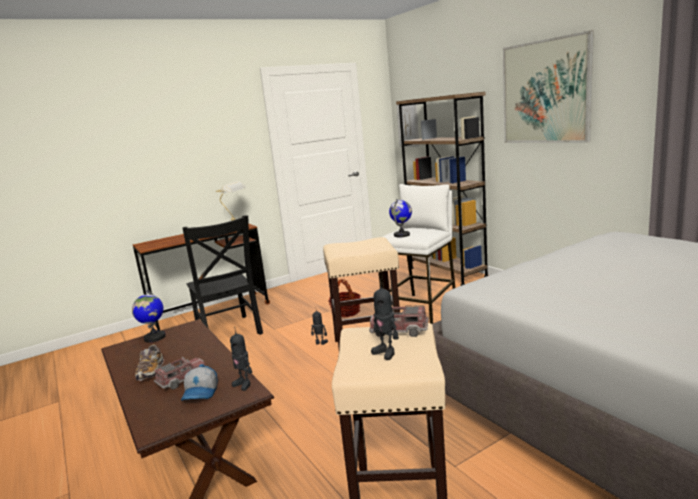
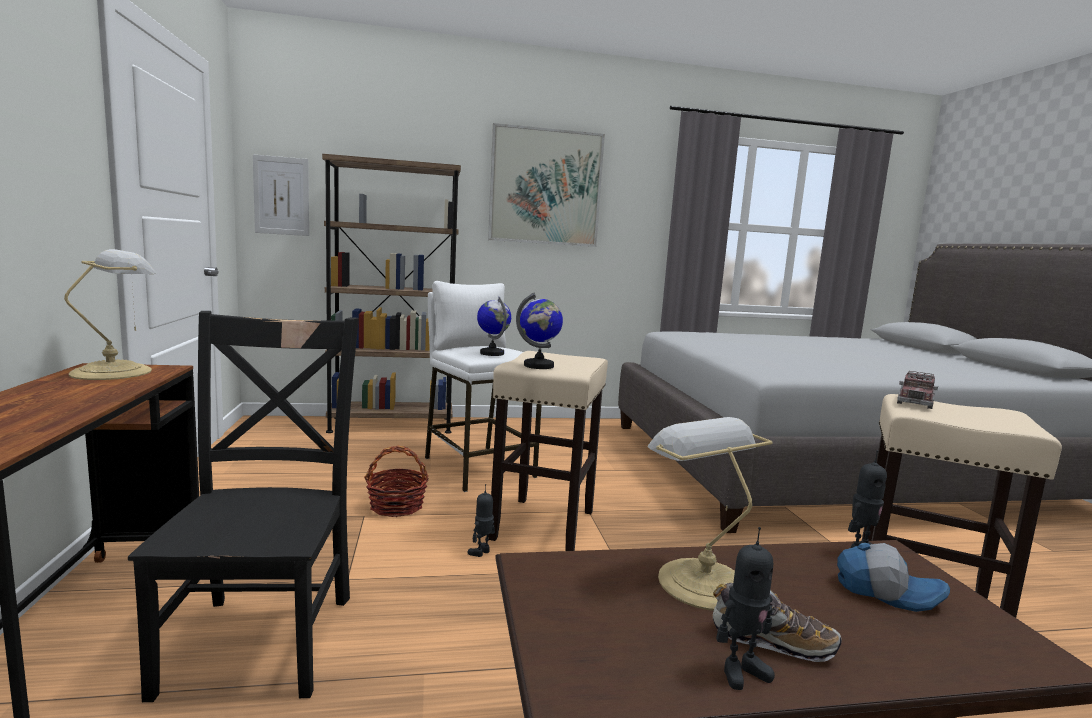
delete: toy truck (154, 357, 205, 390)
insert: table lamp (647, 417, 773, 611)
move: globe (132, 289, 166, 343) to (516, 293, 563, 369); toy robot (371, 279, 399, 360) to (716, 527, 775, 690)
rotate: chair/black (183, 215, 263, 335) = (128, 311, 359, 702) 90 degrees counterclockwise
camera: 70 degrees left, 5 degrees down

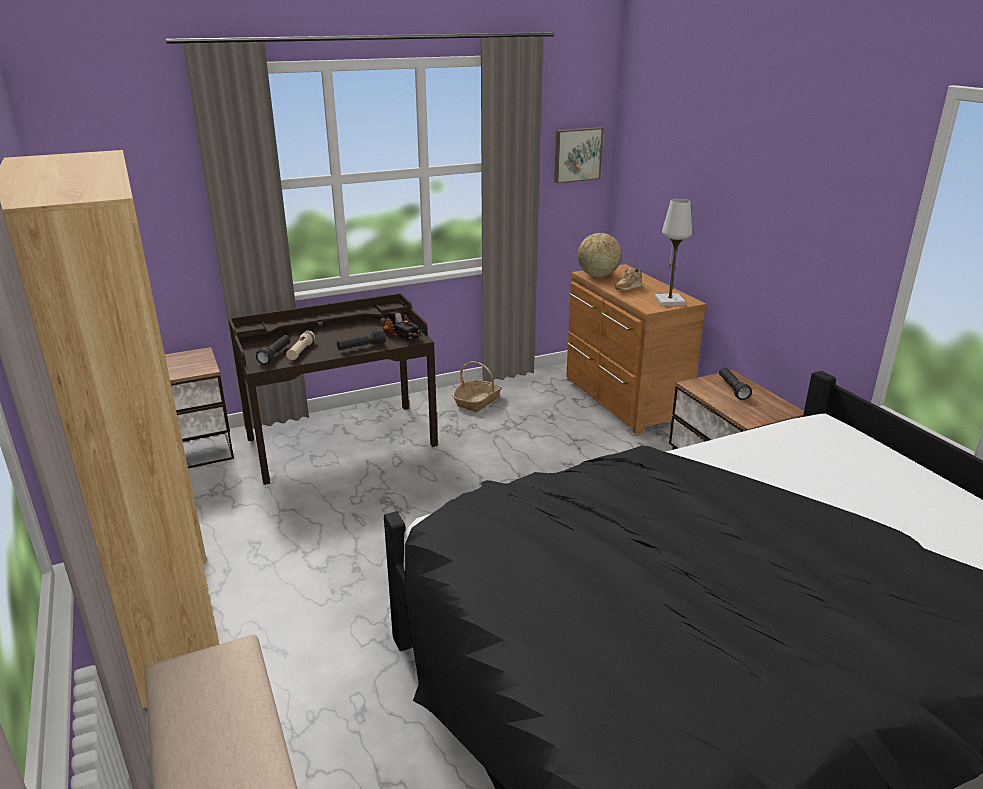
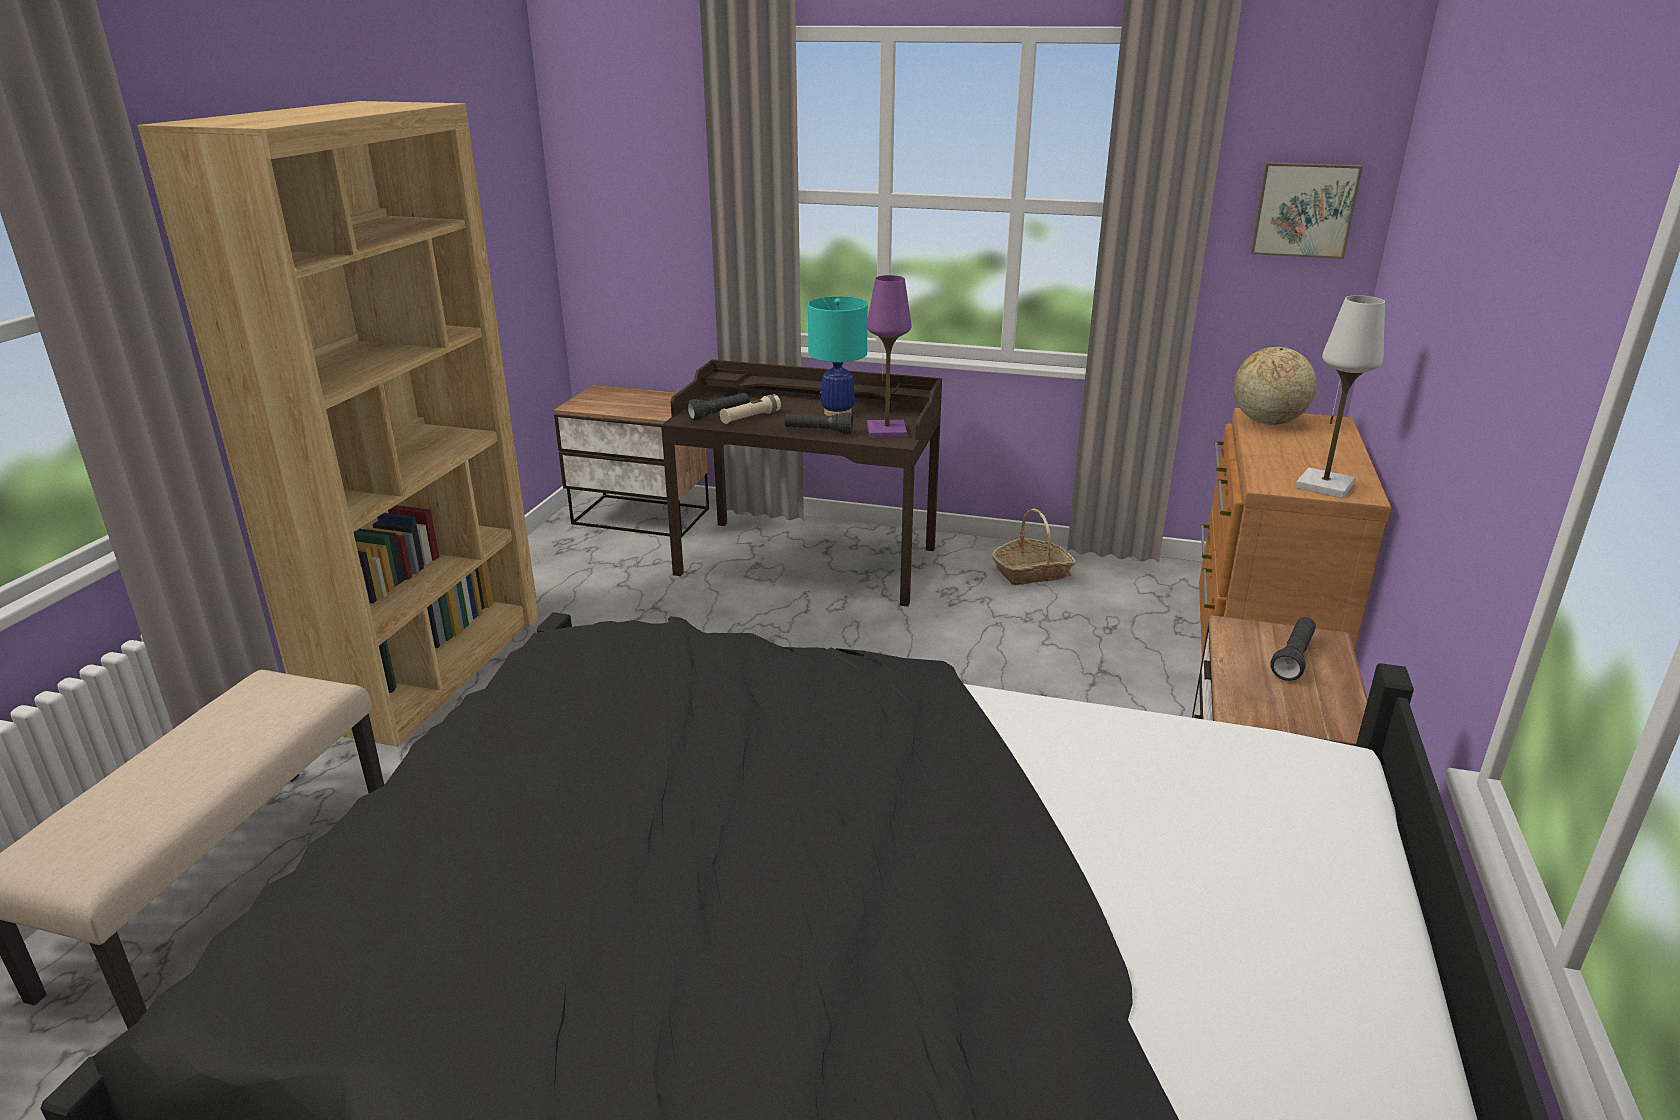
delete: shoe/beige (615, 267, 642, 290)
insert: table lamp/turquoise (808, 297, 868, 416)
replace: toy truck (380, 311, 422, 341) to table lamp/purple (867, 275, 912, 438)
camera: 40 degrees right, 0 degrees up

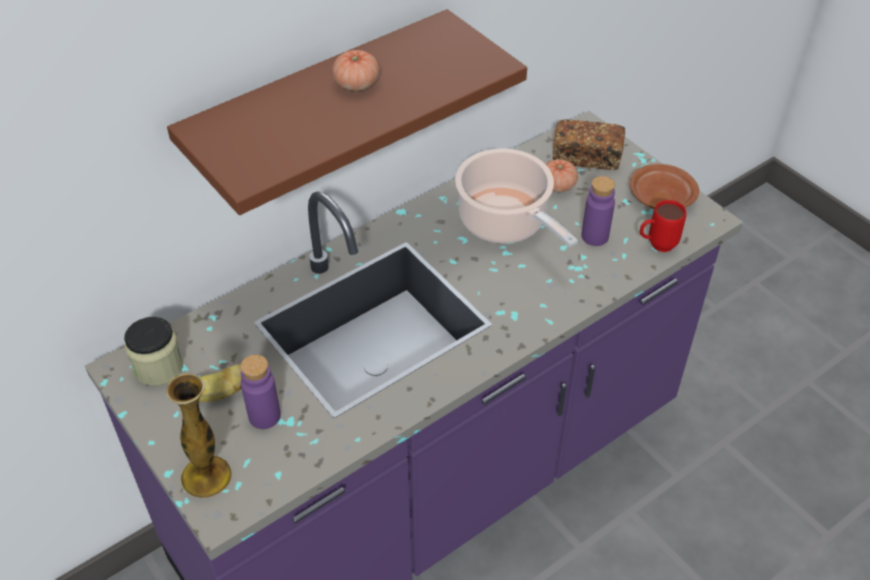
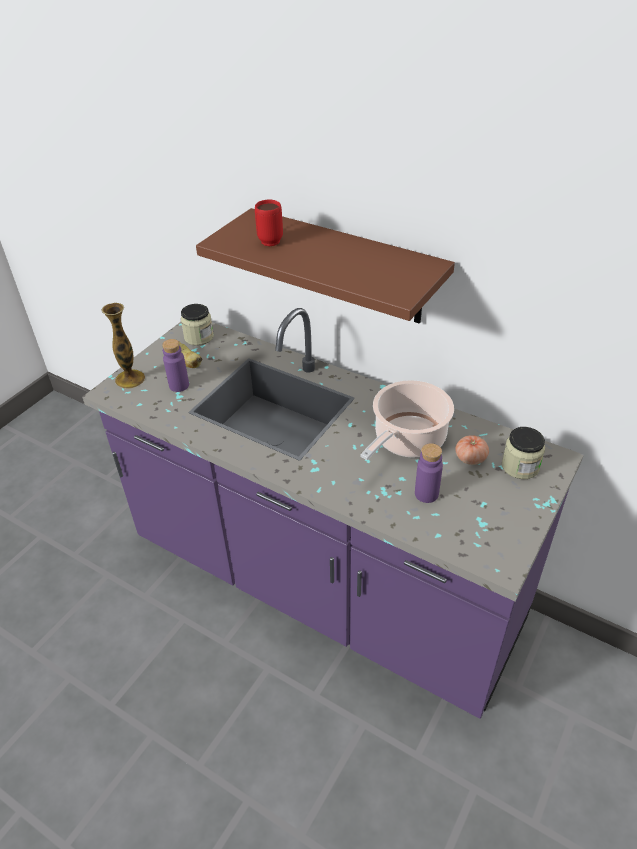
delete: tomato (332, 50, 380, 91); plate/brown (630, 164, 699, 209)
move: mug/red (640, 200, 686, 252) to (255, 200, 283, 246)
replace: bread (553, 119, 625, 170) to jar (502, 427, 545, 479)
camera: 70 degrees right, 5 degrees down

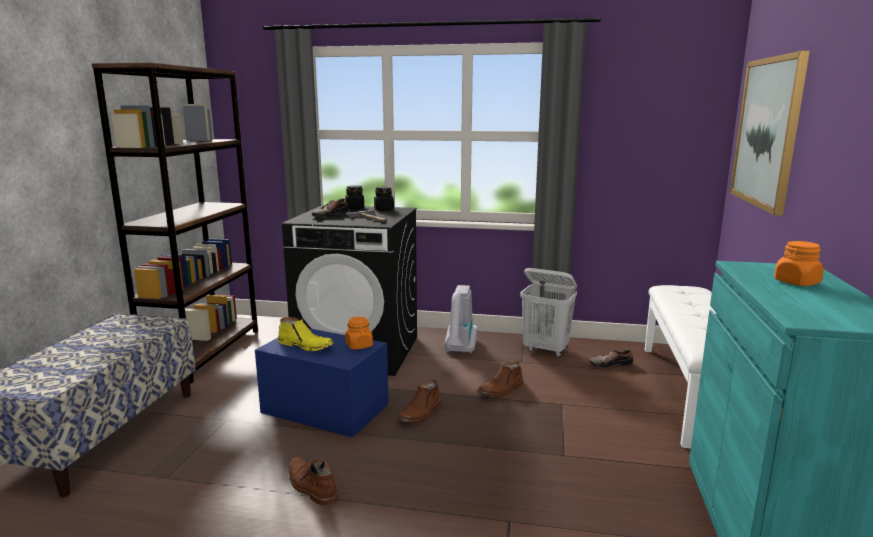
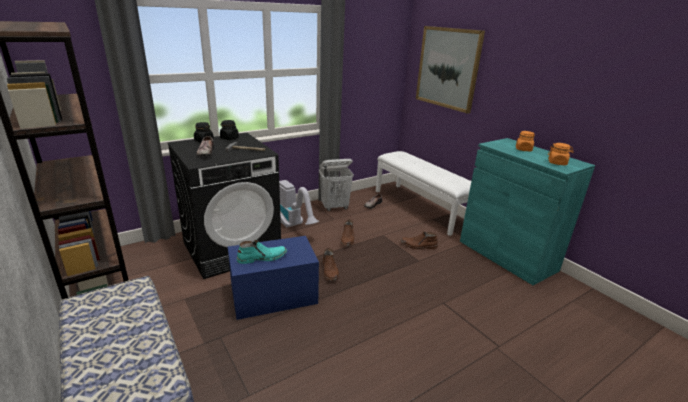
move: boot/brown (288, 457, 338, 506) to (401, 231, 438, 249); jar/orange (345, 317, 373, 350) to (548, 143, 574, 165)
recolor: boot/yellow (278, 317, 334, 351) to boot/turquoise (237, 240, 287, 264)
camera: 45 degrees left, 10 degrees up

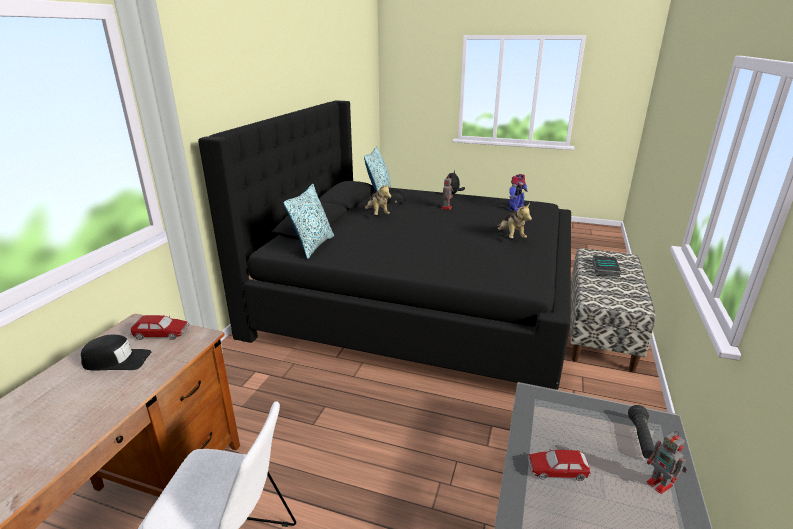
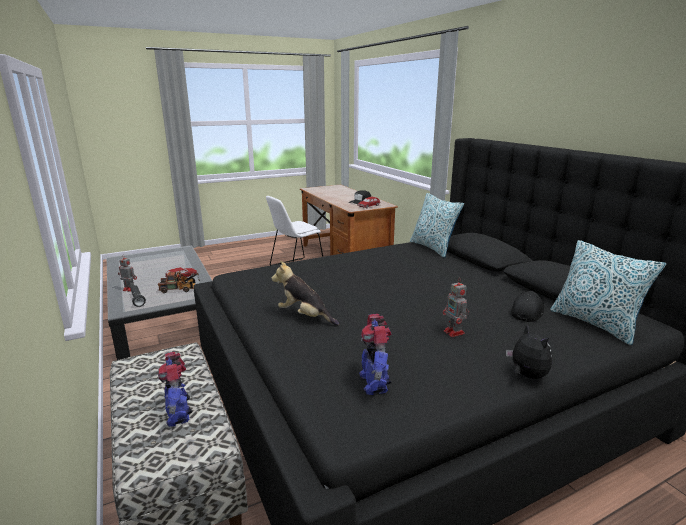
delete: plush toy (365, 182, 391, 215)
insert: toy truck (158, 271, 200, 293)
replace: book (592, 255, 621, 277) to toy robot (158, 352, 192, 427)
camera: 135 degrees right, 5 degrees down

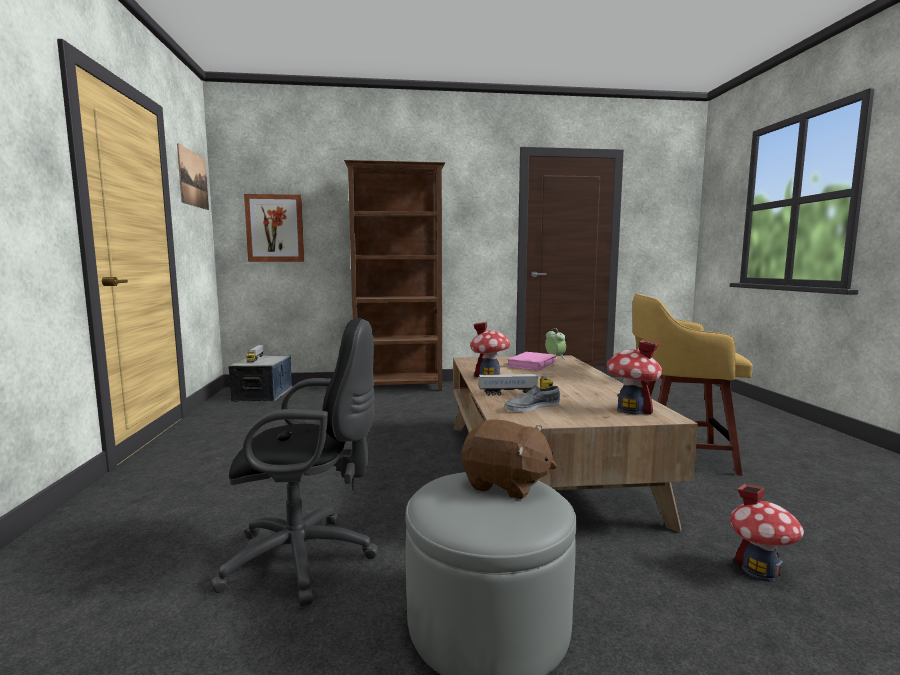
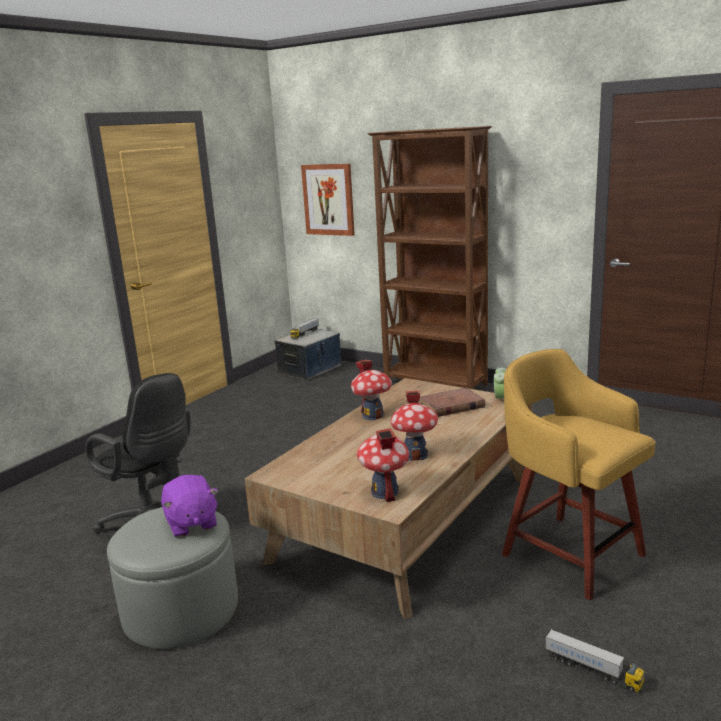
delete: picture (177, 143, 209, 210); shoe/grey (505, 385, 560, 412)
move: toy truck (479, 374, 554, 396) to (545, 629, 645, 693); toy house (730, 484, 804, 582) to (391, 391, 438, 461)
recolor: plush toy/brown (462, 420, 557, 499) to plush toy/purple (161, 475, 218, 537); book/pink (506, 352, 557, 371) to book/brown (418, 387, 485, 417)
camera: 40 degrees right, 10 degrees up

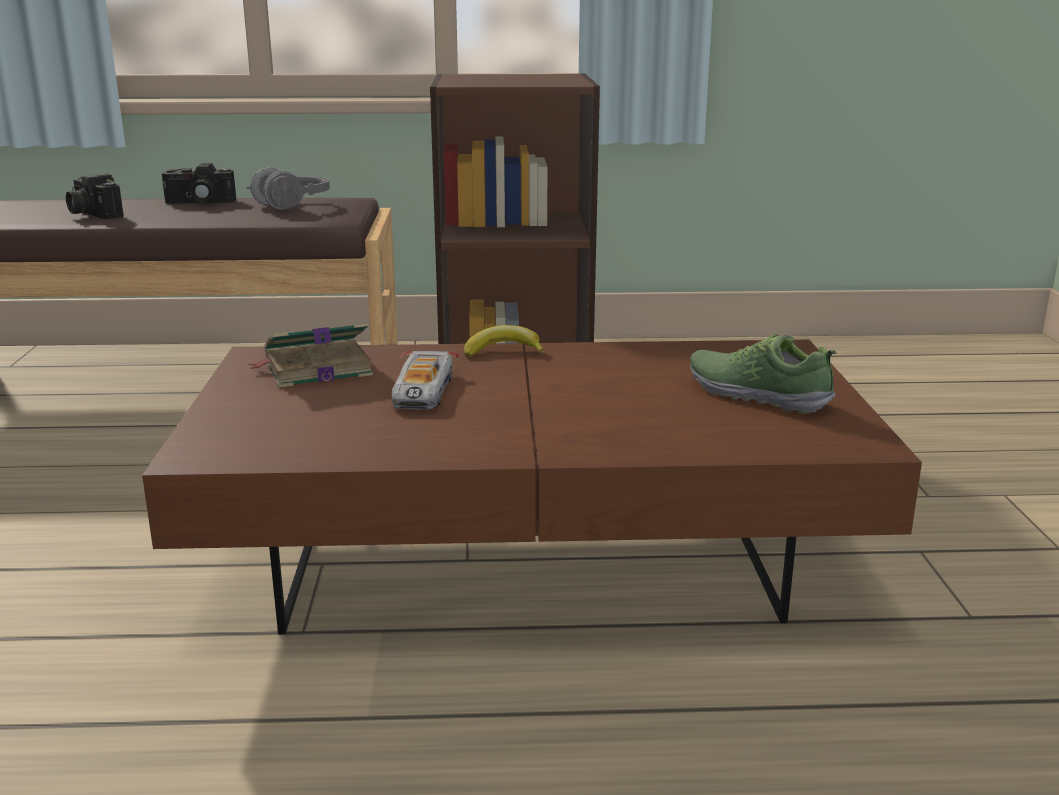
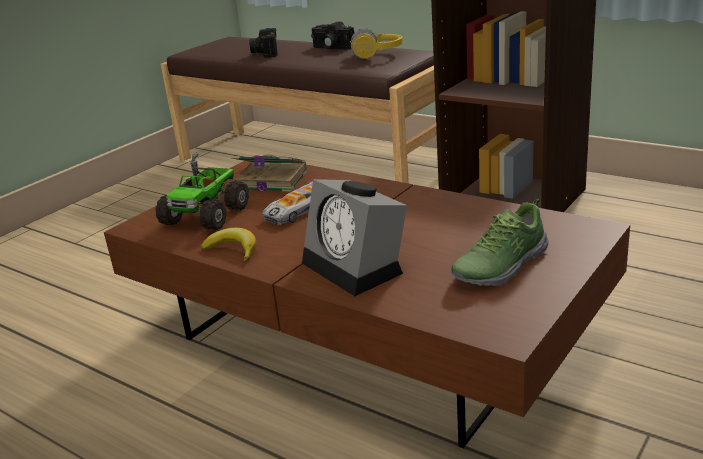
insert: toy truck (155, 153, 249, 230); alarm clock (302, 179, 407, 296)
move: banana (464, 325, 545, 357) to (201, 228, 257, 261)
recolor: headphones/grey (246, 167, 330, 210) to headphones/yellow (350, 28, 403, 59)
rotate: shoe (690, 333, 837, 414) = (451, 199, 549, 286) 120 degrees counterclockwise
camera: 40 degrees right, 5 degrees up

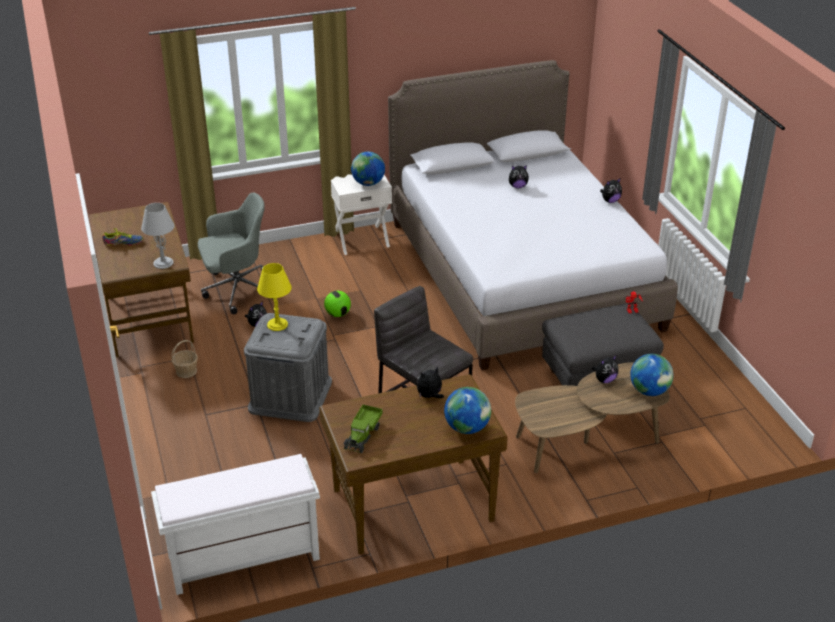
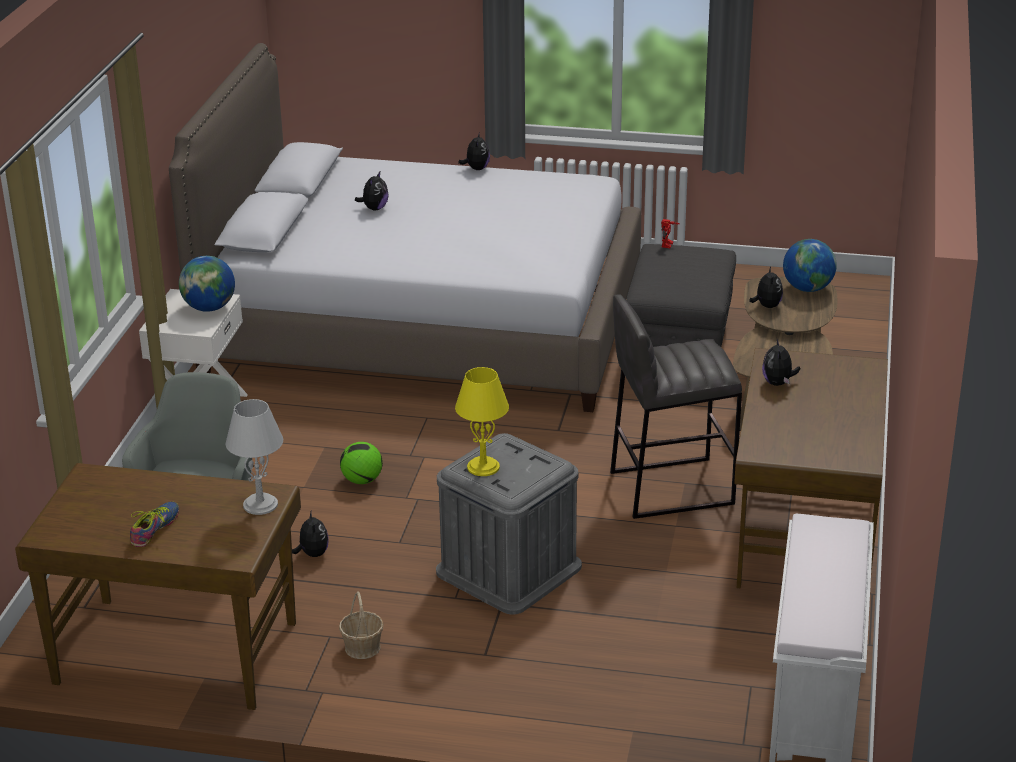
delete: toy truck (344, 405, 383, 453); globe (444, 387, 491, 434)
camera: 60 degrees left, 5 degrees down

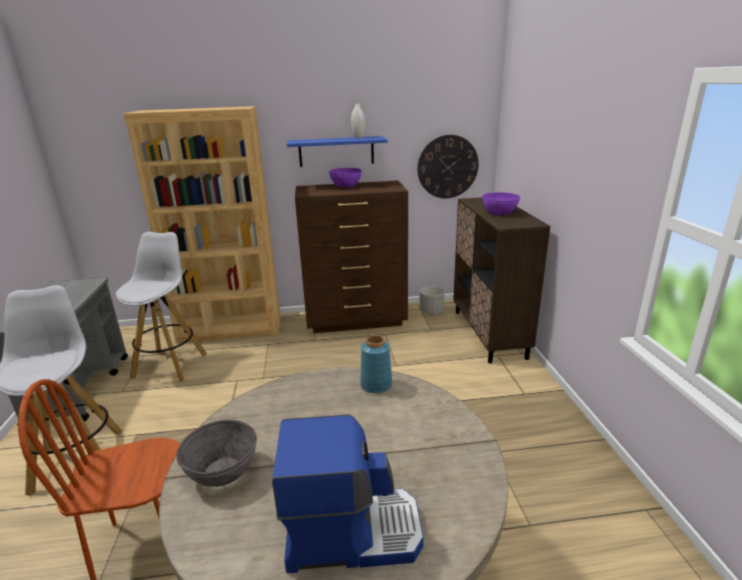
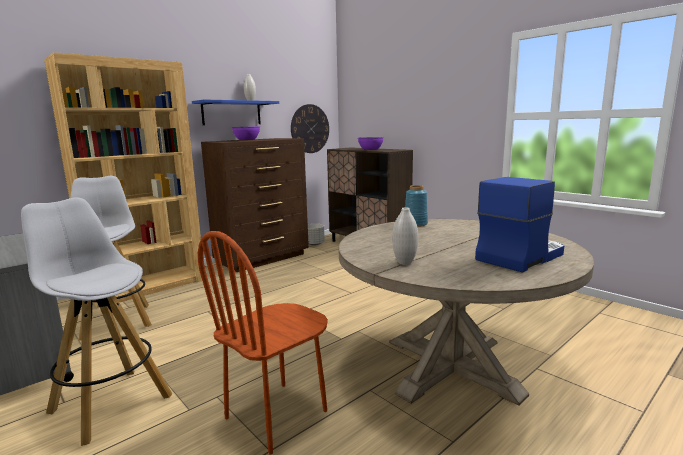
replace: bowl/grey (176, 420, 257, 487) to vase/white (392, 208, 418, 265)
camera: 35 degrees left, 10 degrees down

